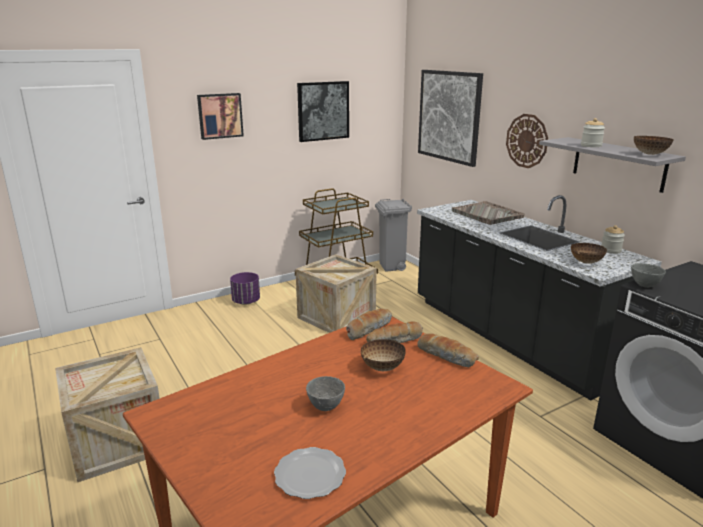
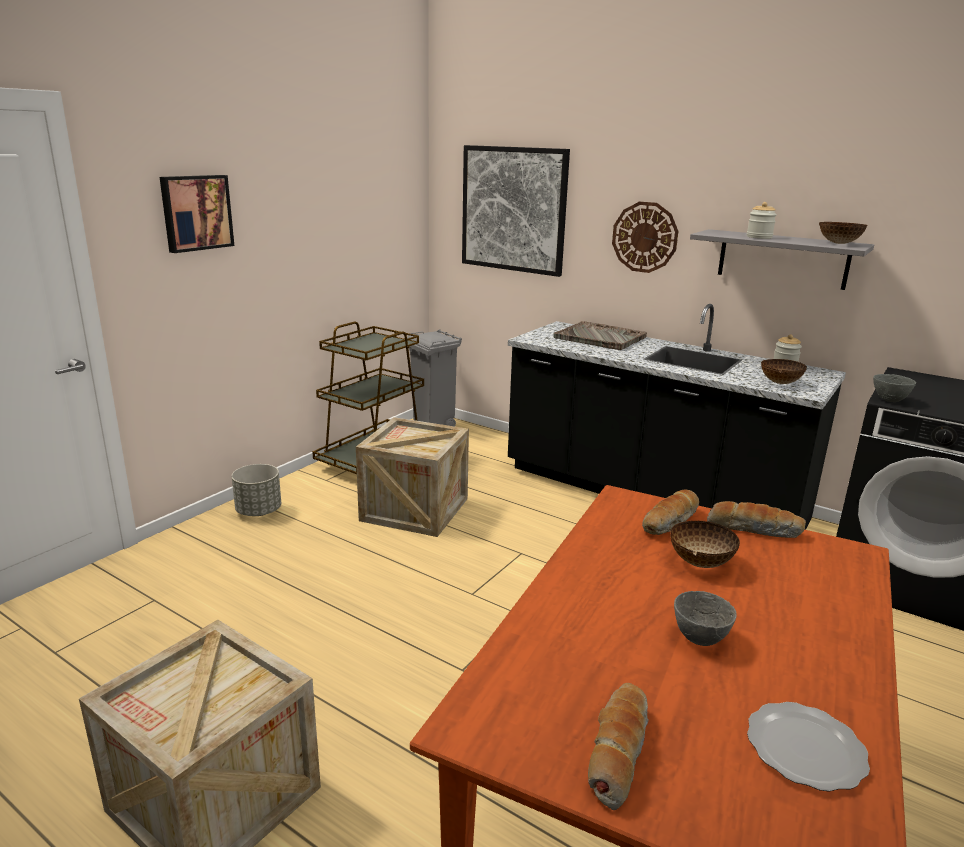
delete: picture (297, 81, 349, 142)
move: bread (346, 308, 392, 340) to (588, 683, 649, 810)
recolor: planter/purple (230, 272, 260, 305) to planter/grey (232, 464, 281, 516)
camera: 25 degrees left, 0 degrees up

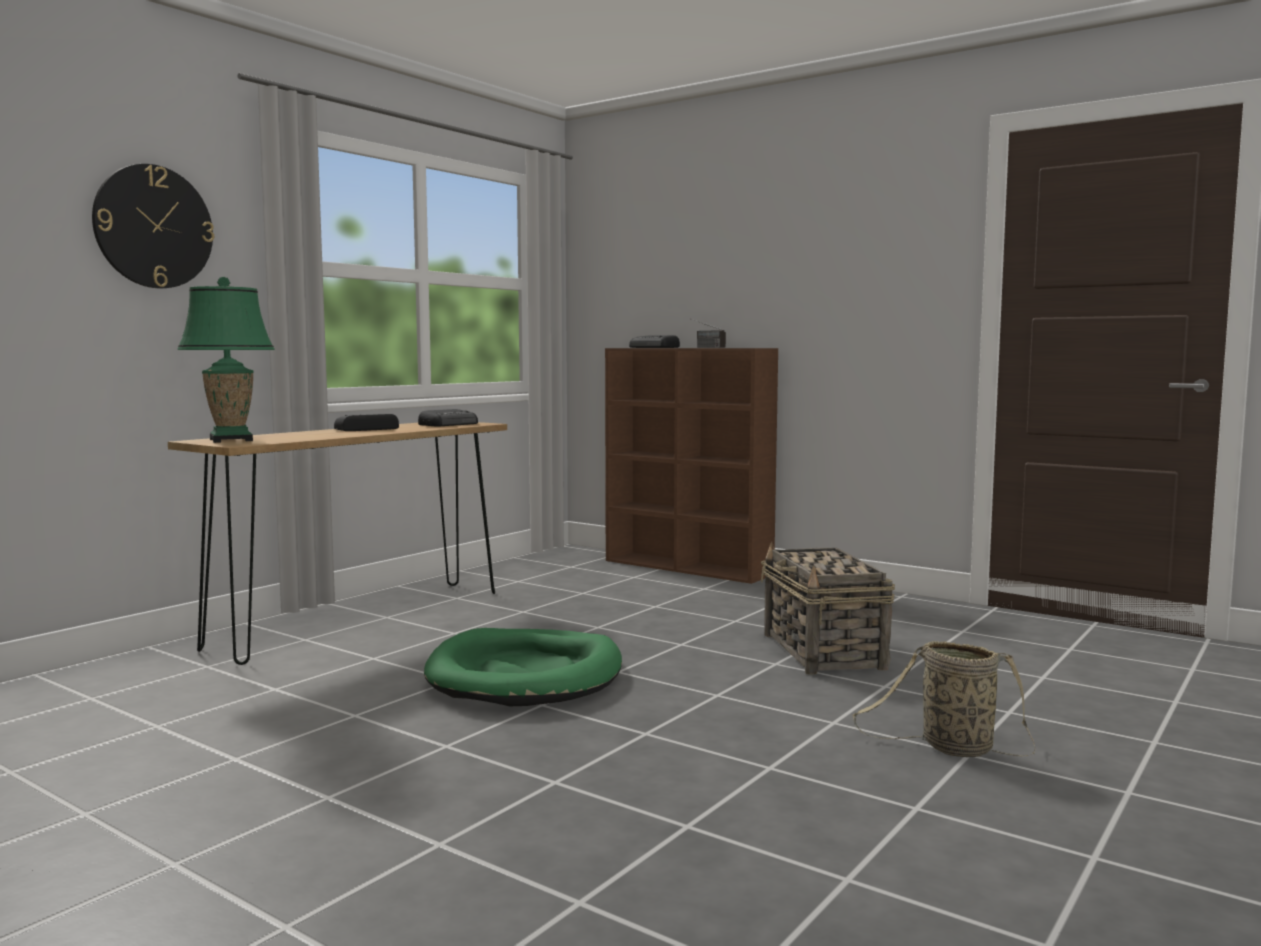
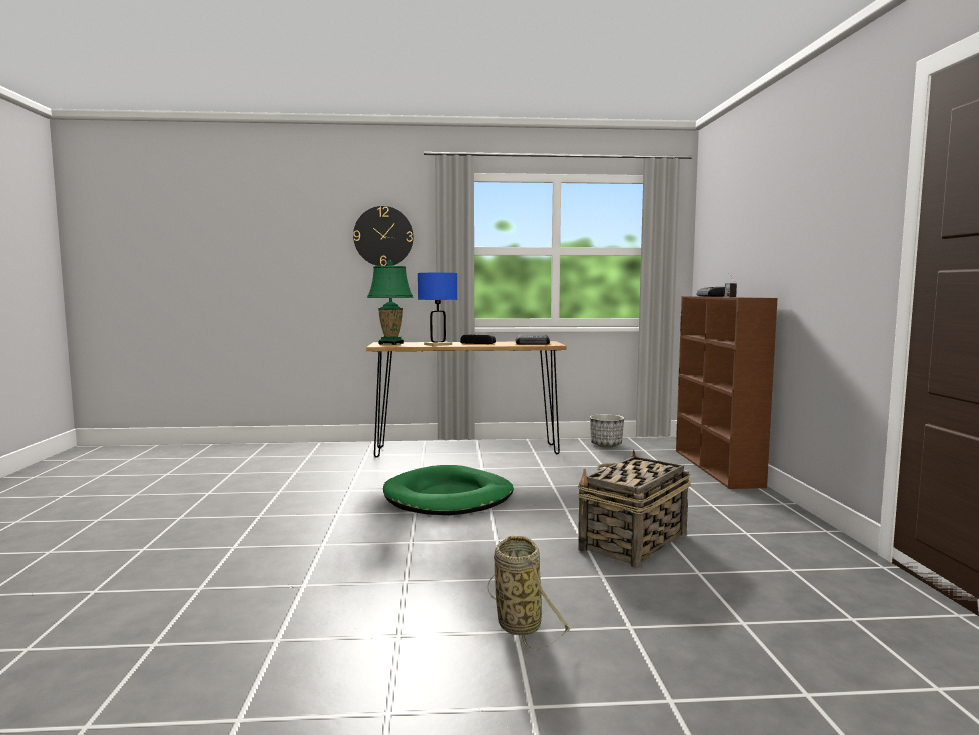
insert: table lamp/blue (418, 273, 457, 346); planter (590, 414, 624, 447)
camera: 50 degrees right, 0 degrees up

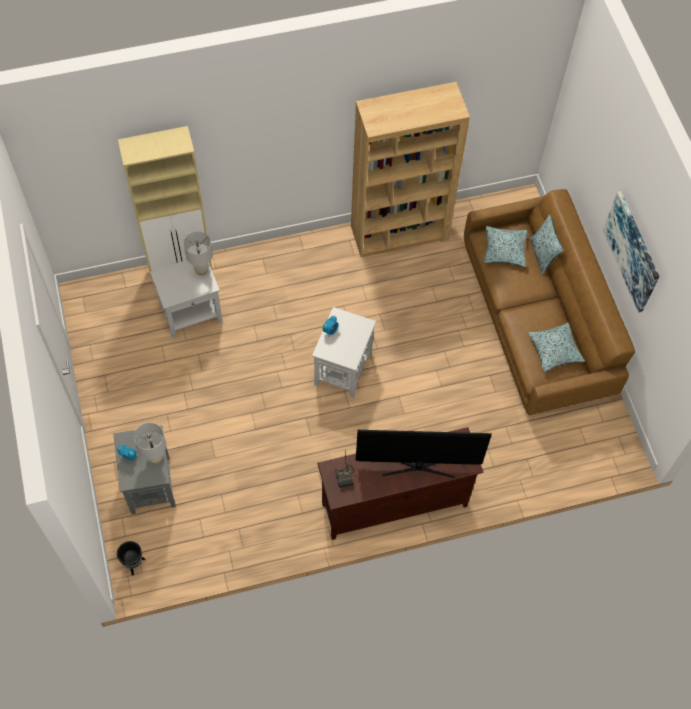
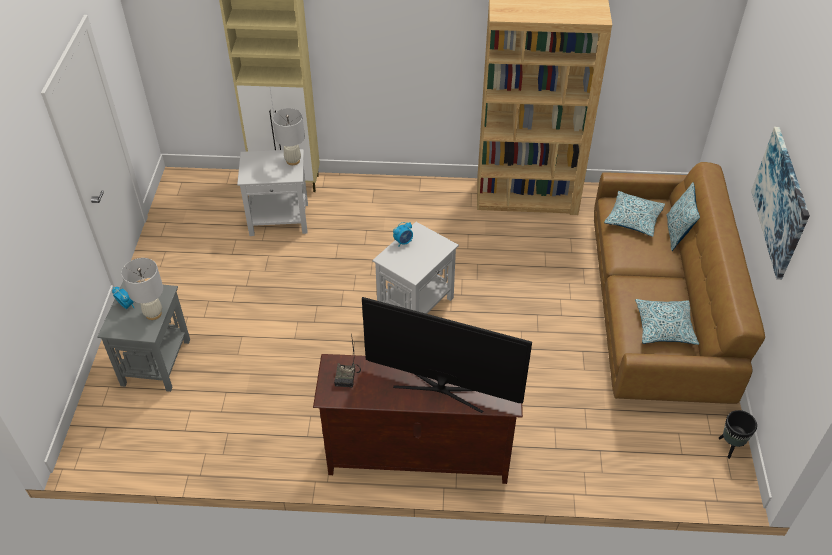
move: planter/black (117, 541, 145, 576) to (719, 410, 757, 459)
camera: 20 degrees right, 15 degrees down

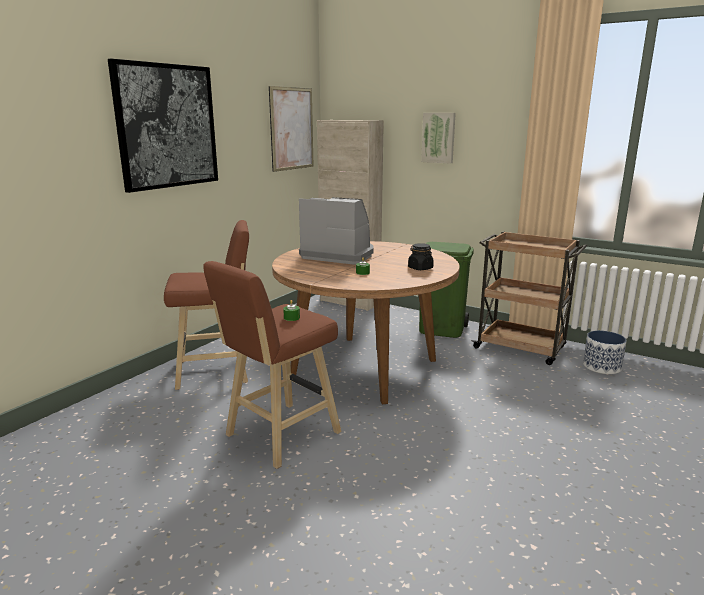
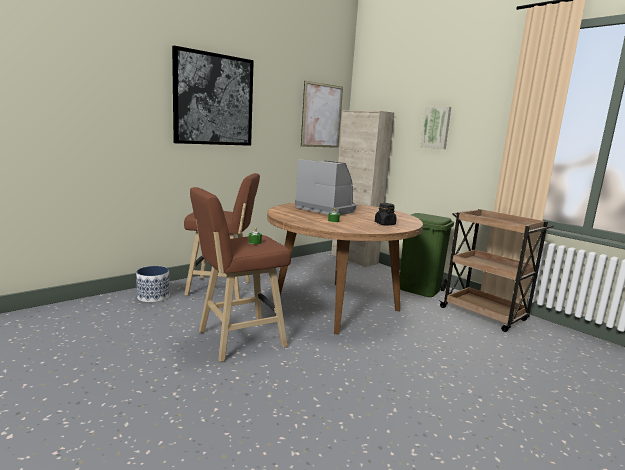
move: planter (583, 331, 627, 374) to (136, 266, 170, 303)
camera: 15 degrees right, 5 degrees down

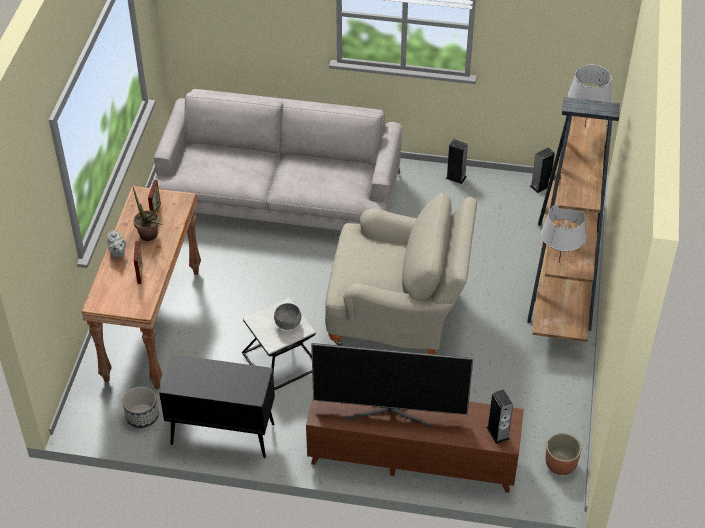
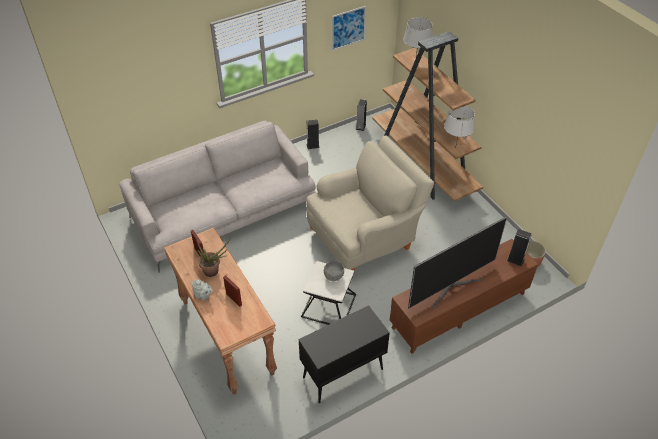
delete: planter (122, 386, 159, 428)
insert: picture (332, 6, 366, 51)
camera: 40 degrees left, 0 degrees up

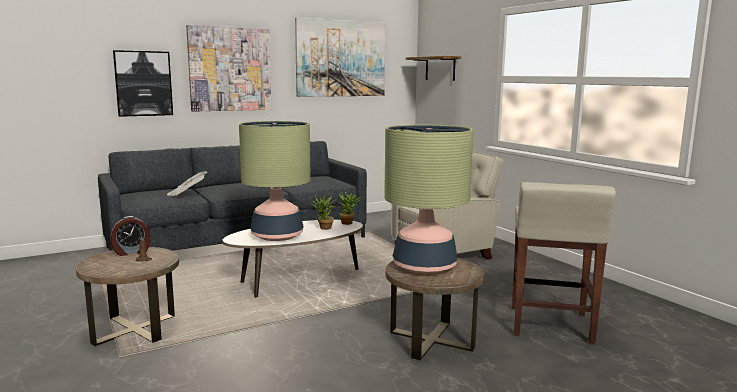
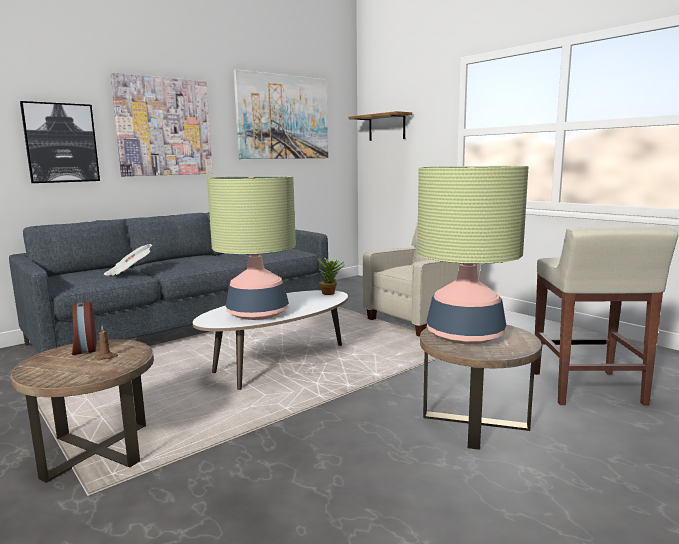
delete: potted plant (312, 195, 336, 230)
rotate: alarm clock (110, 216, 151, 256) = (72, 300, 97, 355) 105 degrees clockwise
camera: 10 degrees left, 0 degrees up

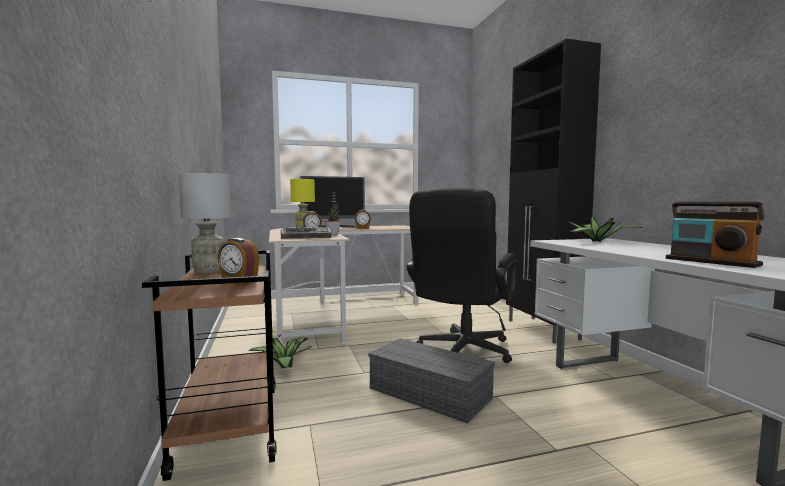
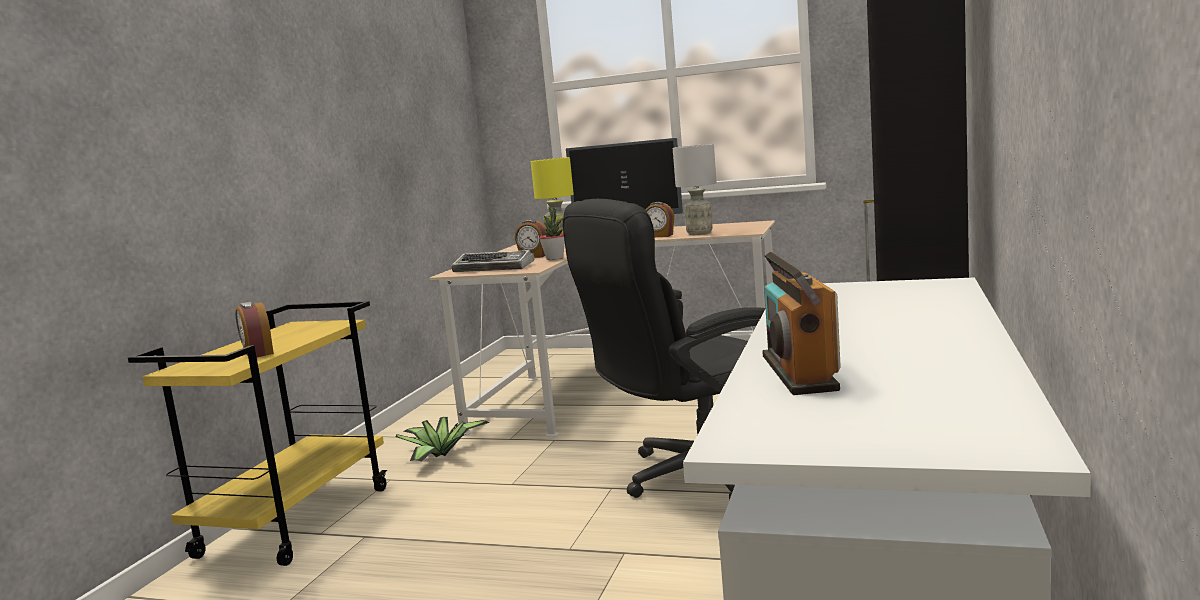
delete: storage box/grey (368, 338, 495, 423); potted plant (567, 217, 643, 242)
move: table lamp/grey (179, 173, 231, 273) to (673, 144, 717, 235)
recolor: cart/brown (142, 250, 276, 481) to cart/yellow (128, 301, 387, 566)
camera: 35 degrees right, 5 degrees up

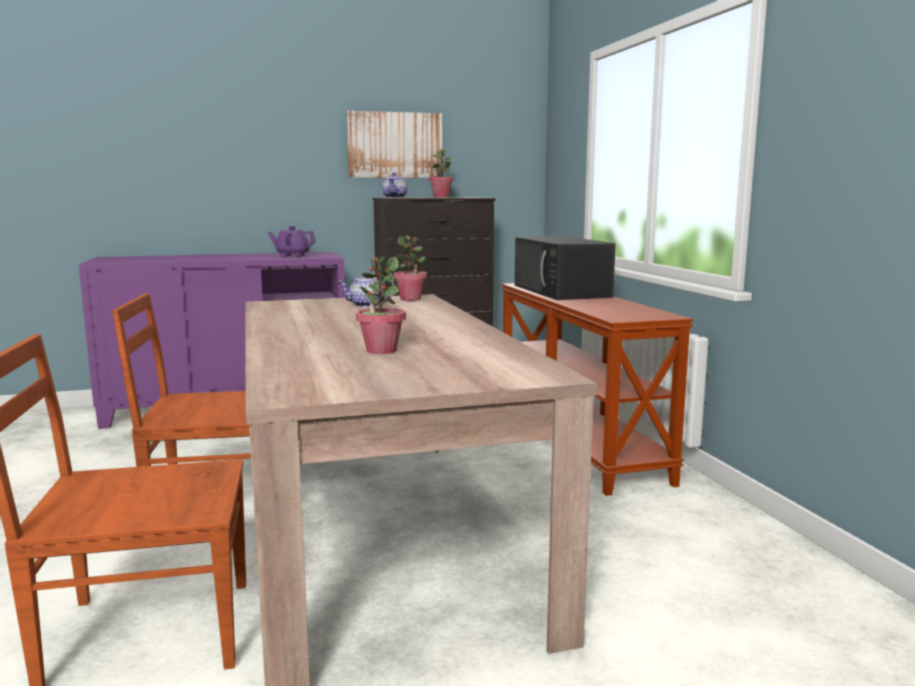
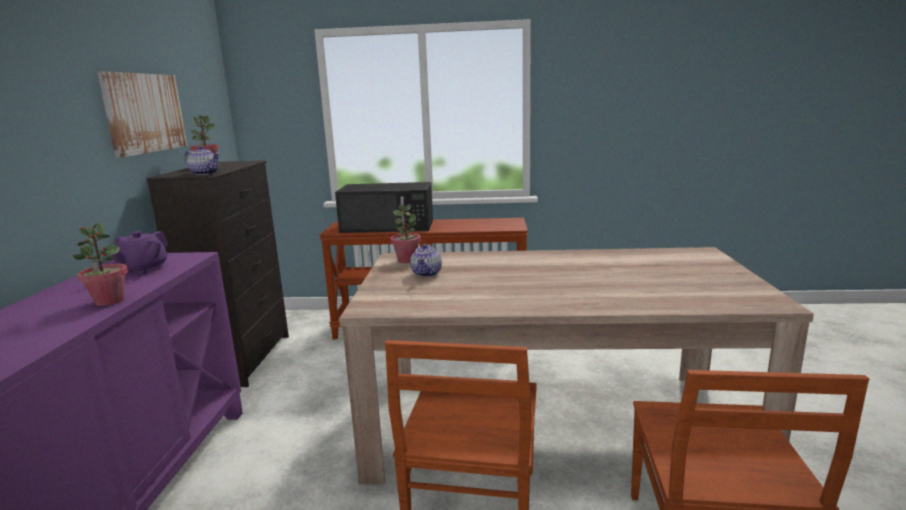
move: potted plant (356, 257, 406, 354) to (73, 222, 128, 306)
camera: 70 degrees left, 5 degrees up

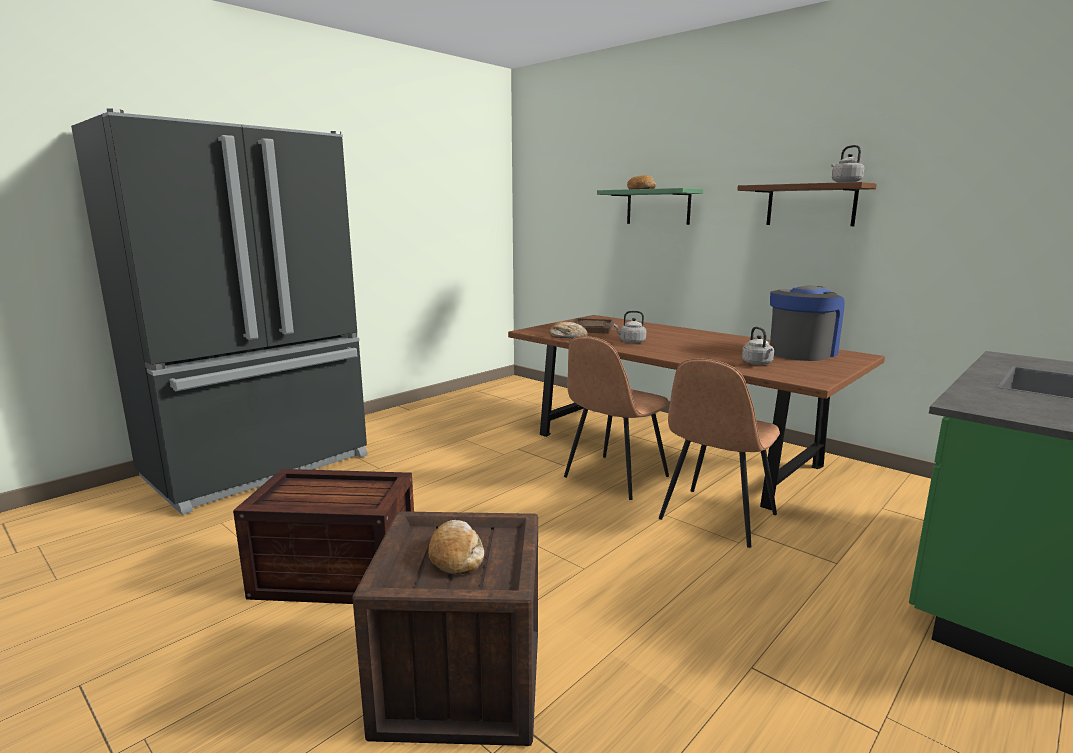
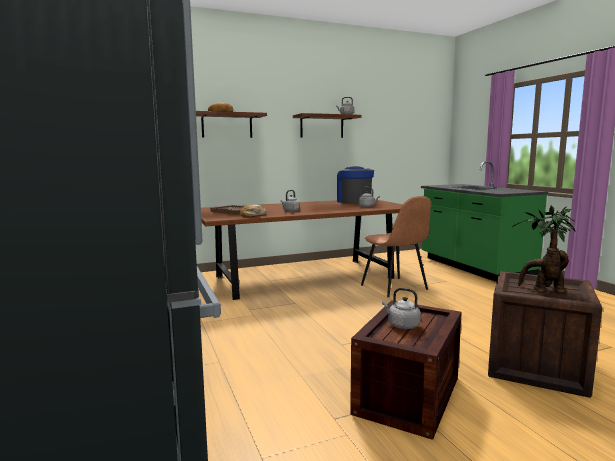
delete: chair/brown (564, 336, 669, 500)
insert: kettle/grey (382, 288, 421, 329)
replace: bread (428, 520, 484, 575) to potted plant (512, 205, 576, 293)
recolor: shelf/green (597, 188, 703, 225) to shelf/brown (196, 111, 267, 138)
camera: 65 degrees left, 5 degrees down

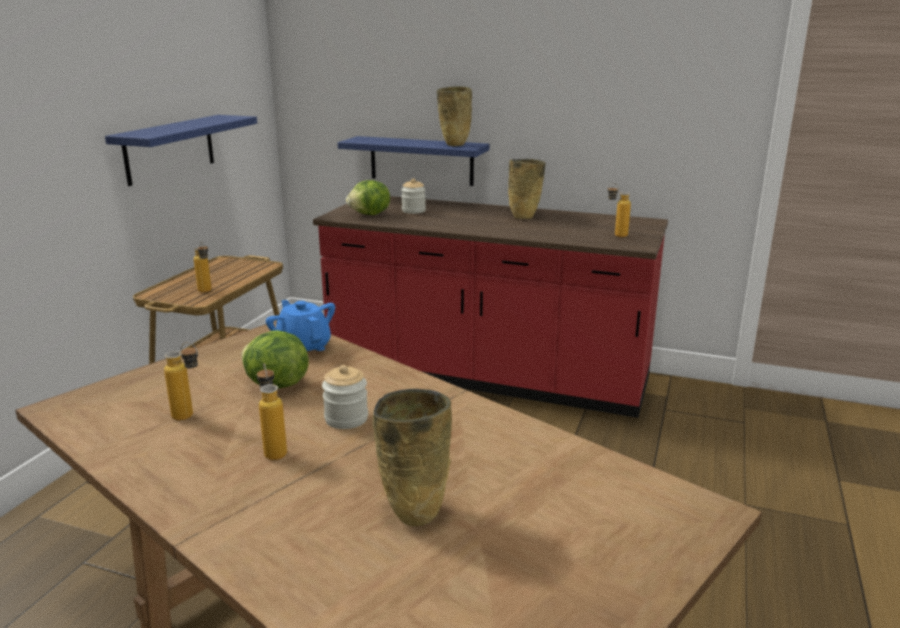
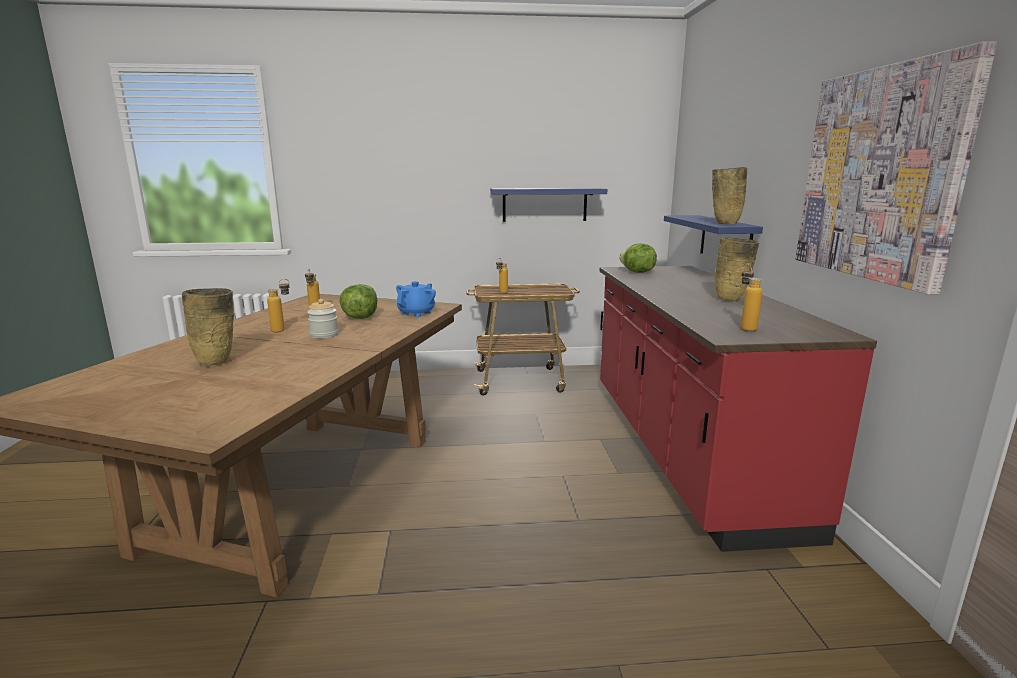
delete: jar (401, 178, 426, 214)
insert: picture (796, 41, 997, 294)
camera: 65 degrees right, 5 degrees down

